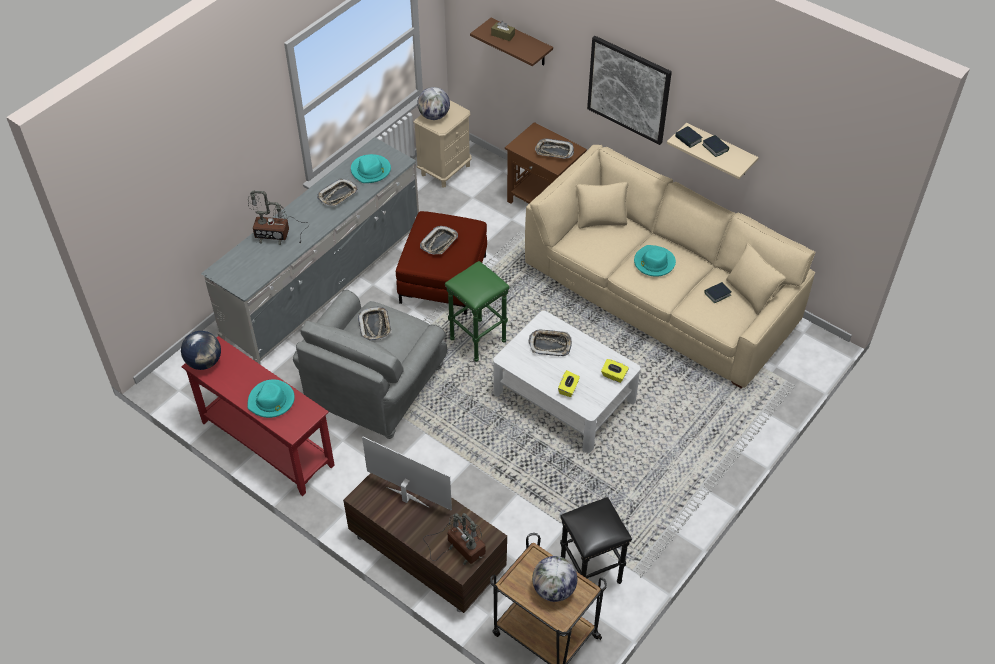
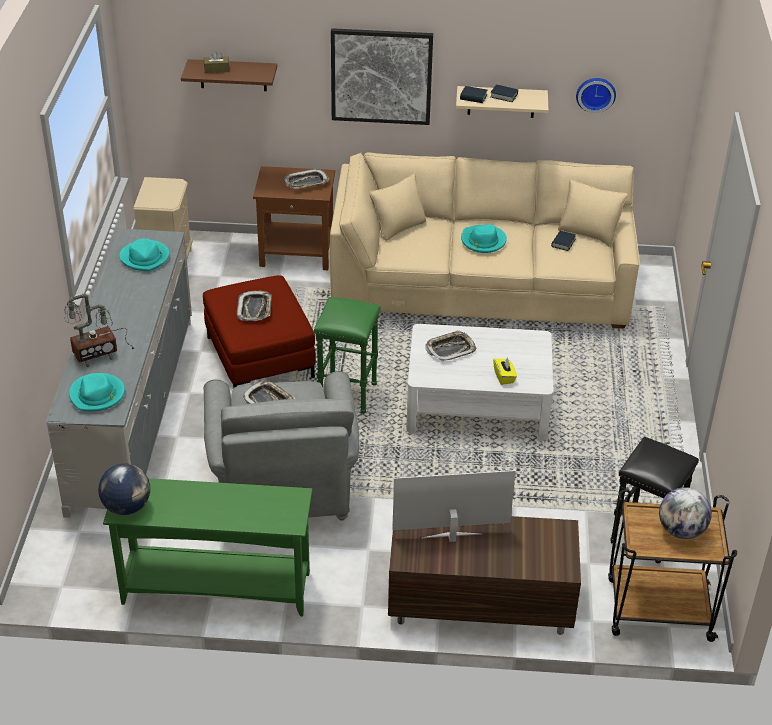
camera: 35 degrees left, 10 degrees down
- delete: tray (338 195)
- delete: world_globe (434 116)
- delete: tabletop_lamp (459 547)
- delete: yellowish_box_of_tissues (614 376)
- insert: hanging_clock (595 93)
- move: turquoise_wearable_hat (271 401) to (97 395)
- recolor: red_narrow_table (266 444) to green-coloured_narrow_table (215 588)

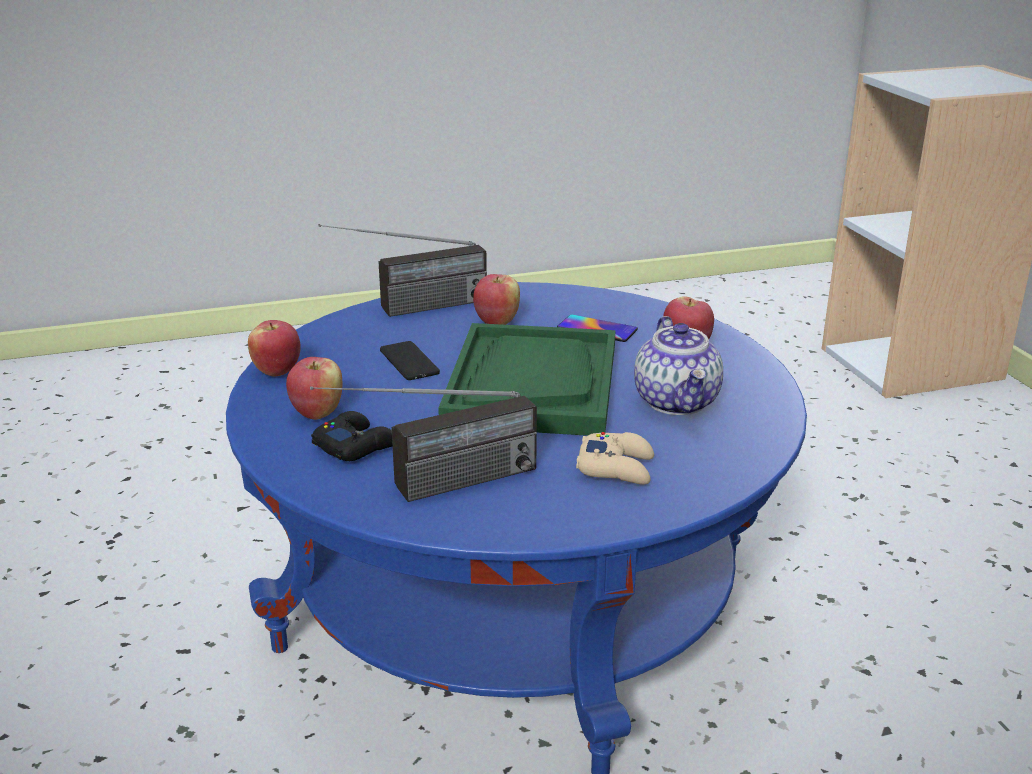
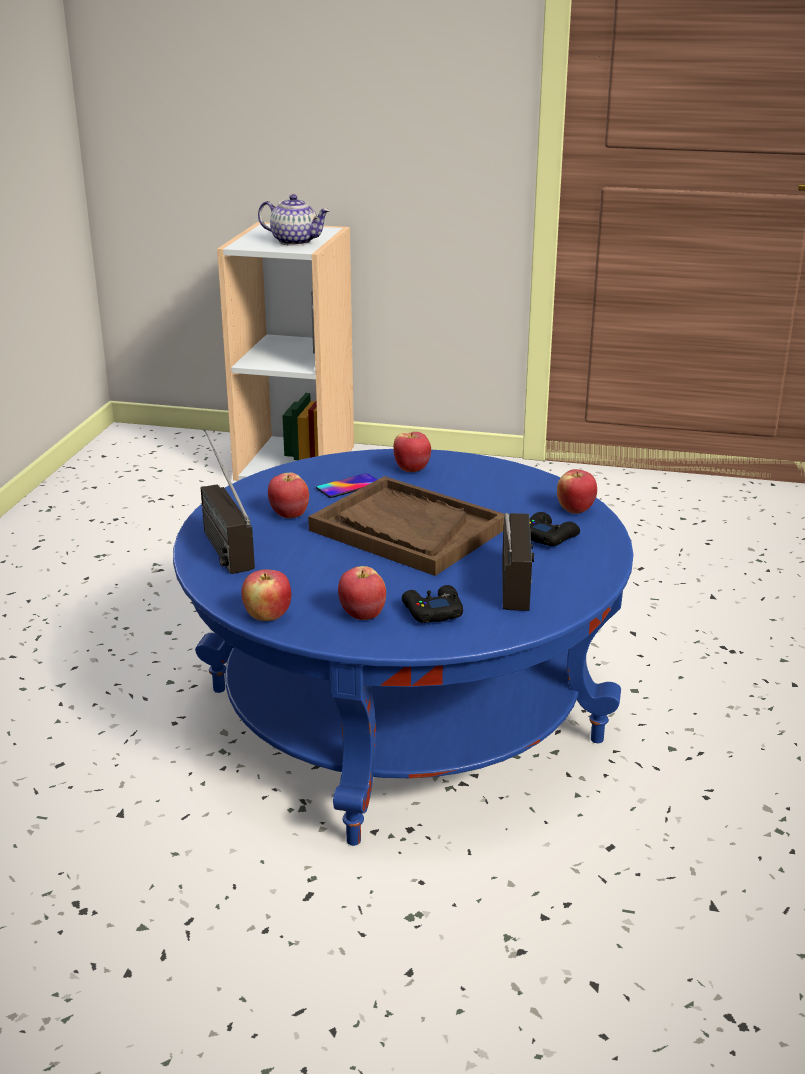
camera: 60 degrees left, 0 degrees up
- delete: telephone (409 362)
- insert: apple (575 510)
- move: teapot (678 402) to (295 241)
- recolor: green-coloured_tray (532 383) to brownish_tray (407 529)
- recolor: beige-coloured_game_controller (616 467) to black_game_controller (548 536)
- rotate: radio_receiver (408 309) = (218 539) 150 degrees clockwise

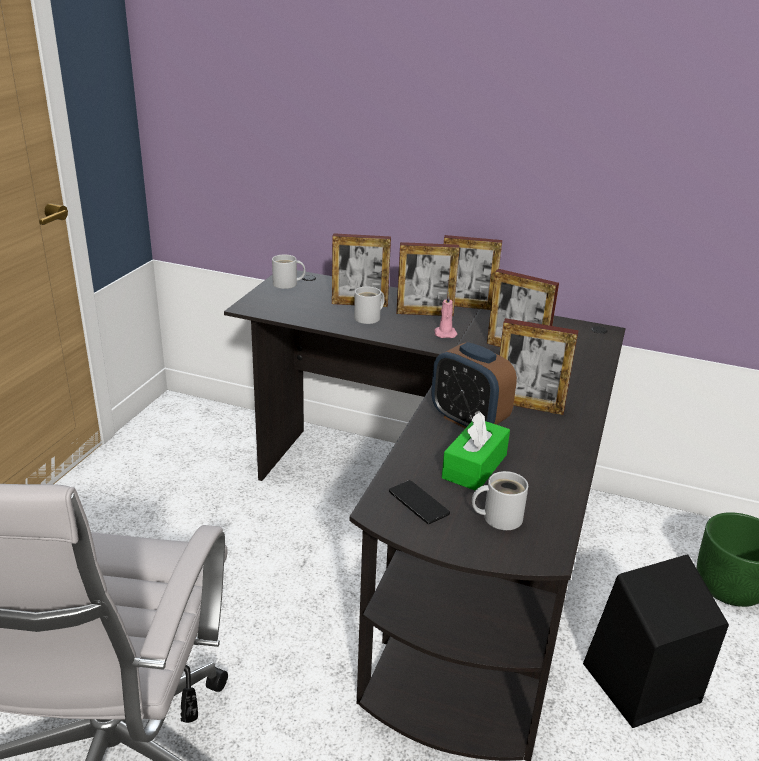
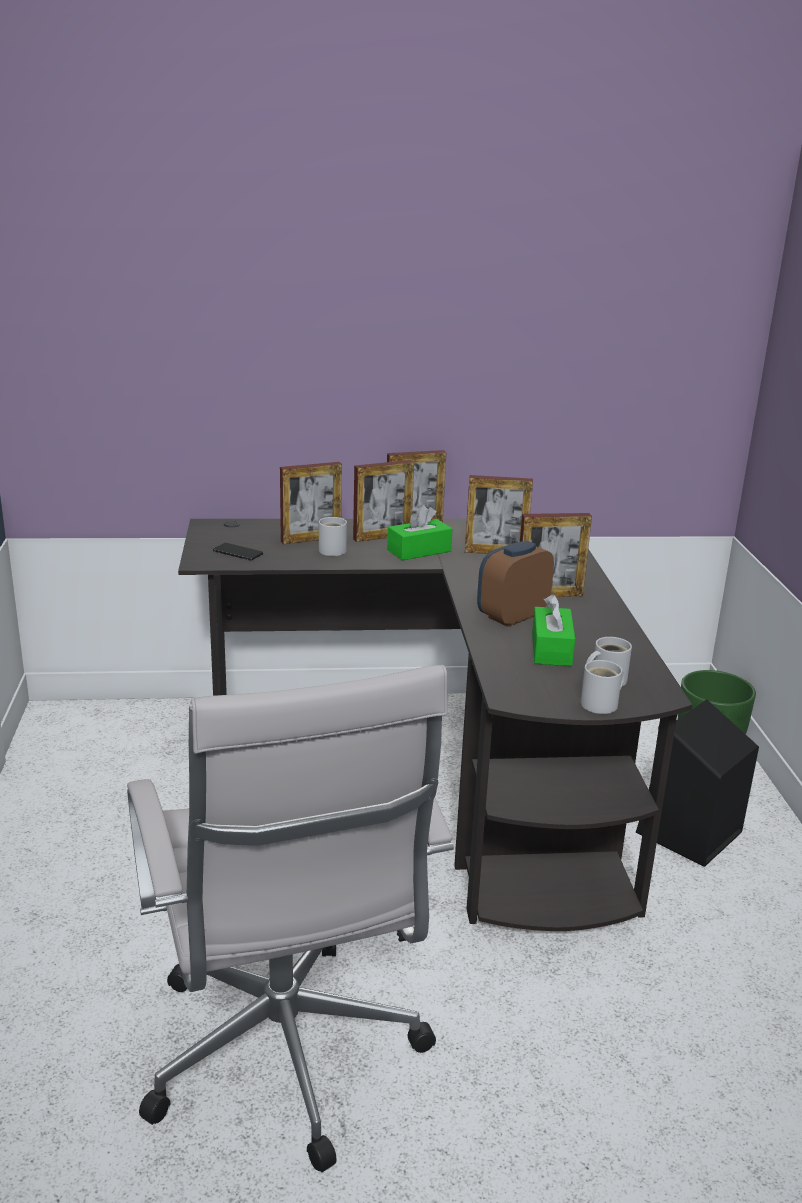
camera: 25 degrees left, 5 degrees down
- move: white-coloured_coffee_mug (287 284) to (602 704)
- move: telephone (418 503) to (238 552)
- replace: pink_candle (444 333) to green-coloured_box_of_tissues (419 551)
- rotate: table_clock (468 421) = (512 616) 120 degrees clockwise

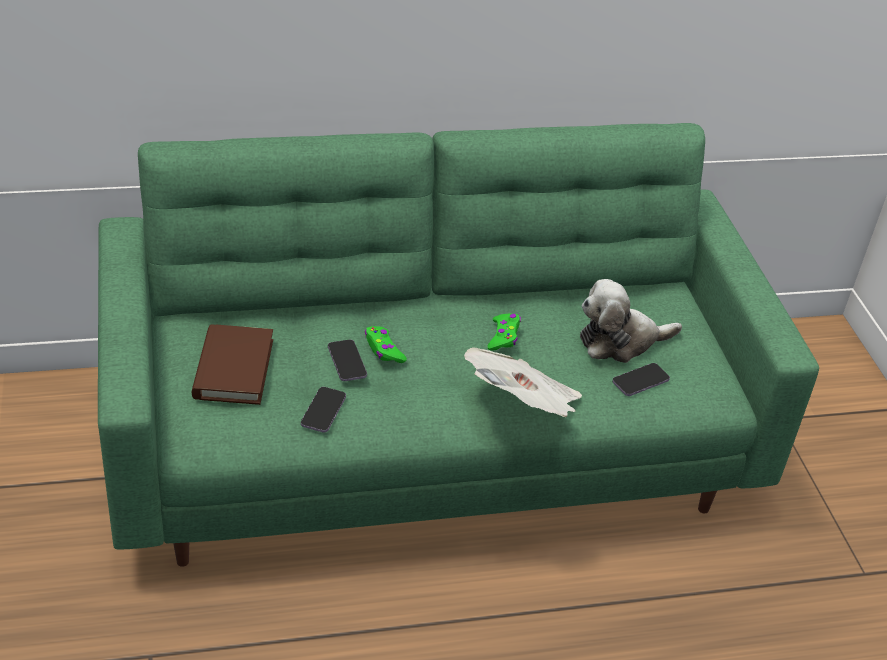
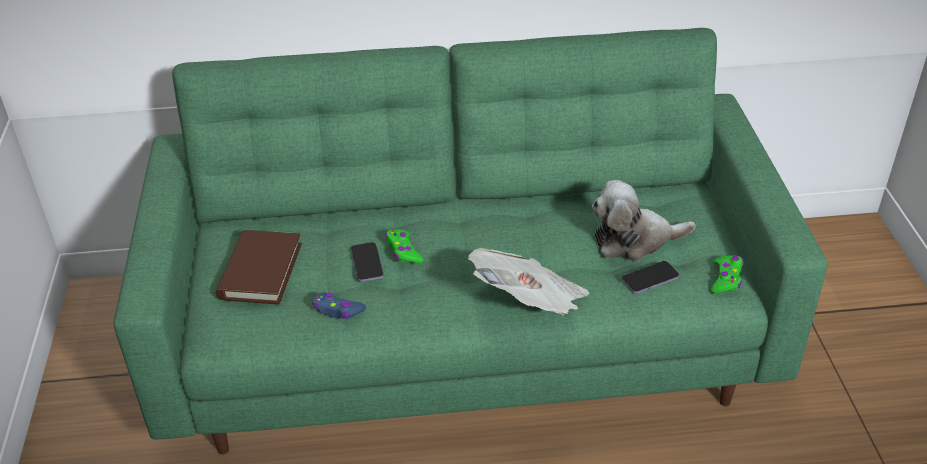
camera: 10 degrees right, 0 degrees up
- move: green-coloured_game_controller (503 336) to (726 279)
- replace: telephone (323 411) to blue_game_controller (337 310)

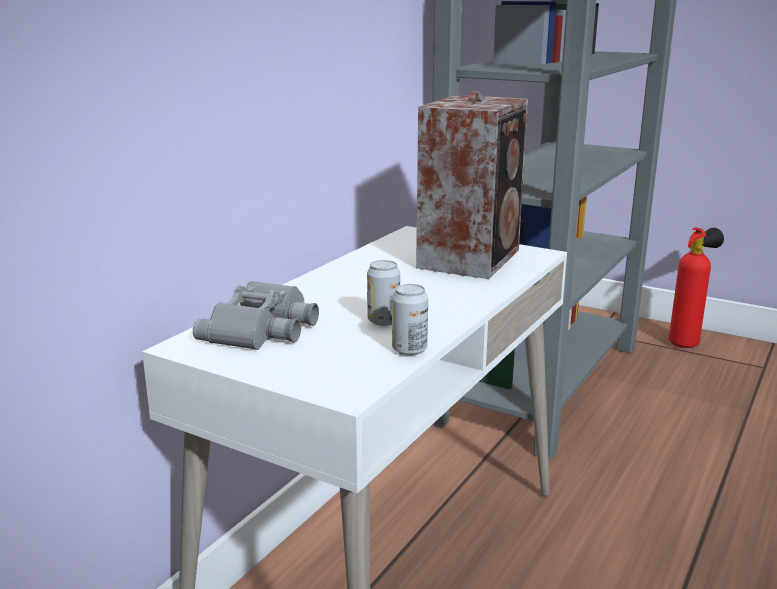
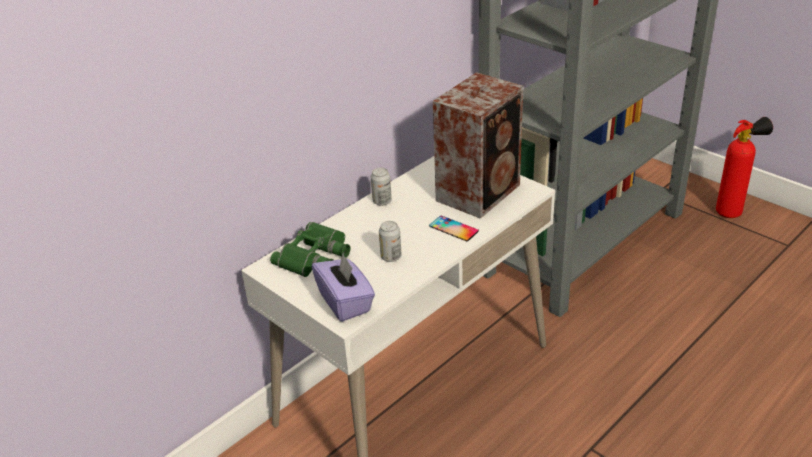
camera: 15 degrees right, 15 degrees up
- insert: purple_box_of_tissues (345 302)
- insert: telephone (453 228)
- move: sealed_can (409 350) to (382 201)
- recolor: gray_field_glasses (264 328) to green-coloured_field_glasses (315 256)

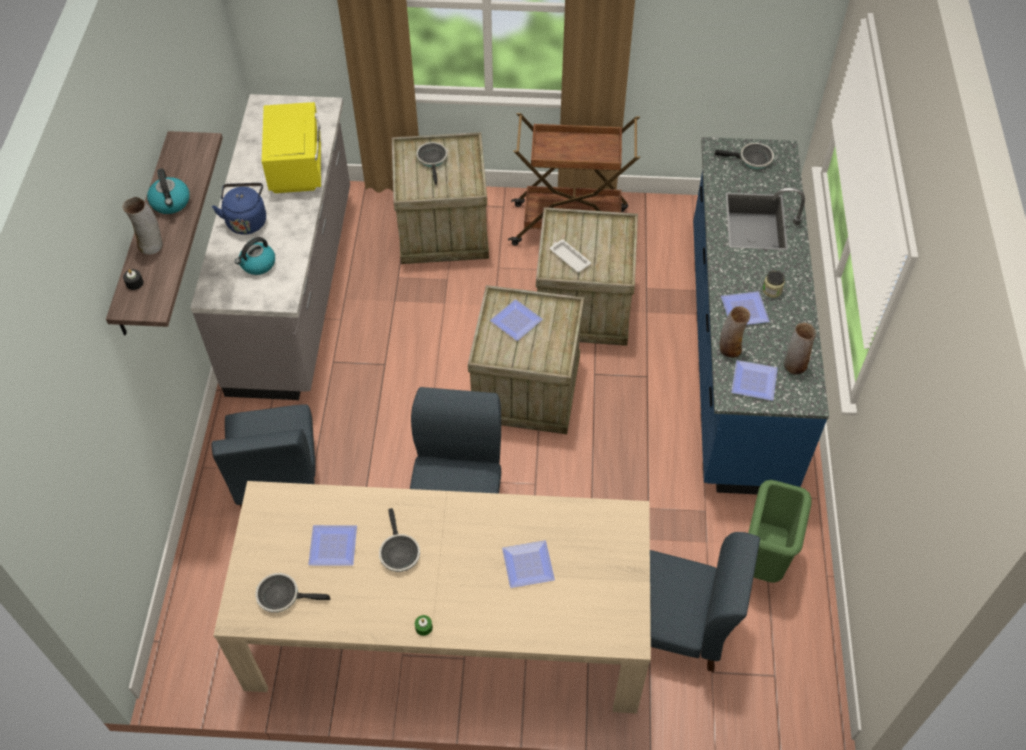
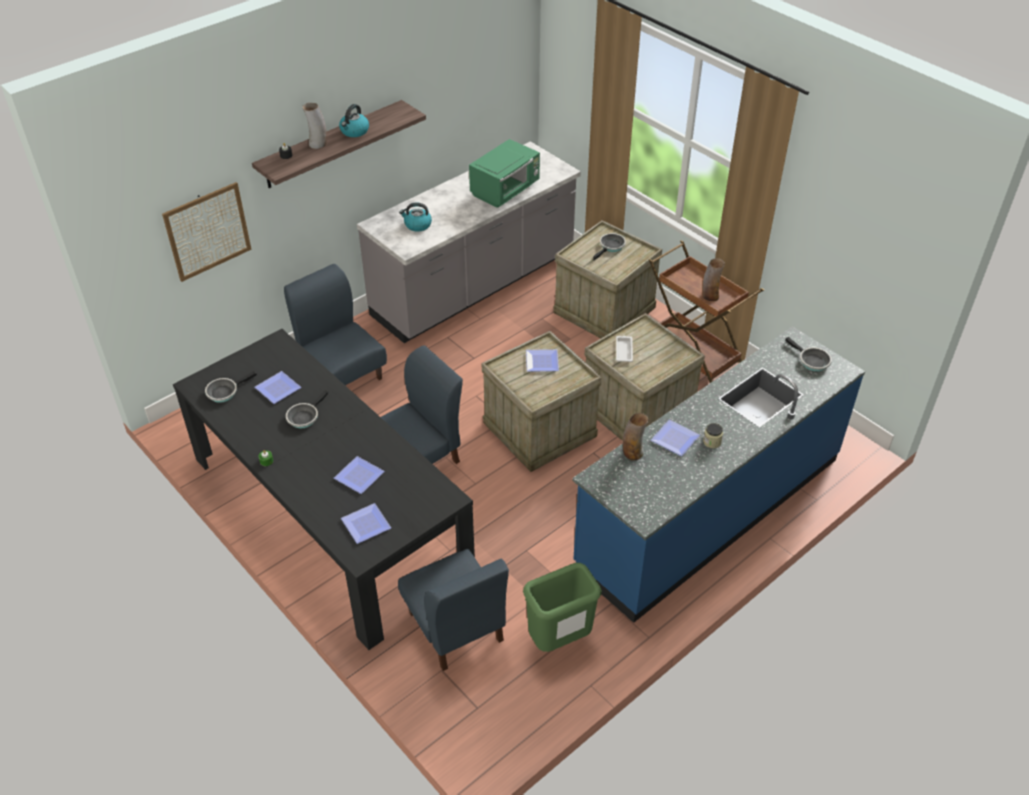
camera: 45 degrees right, 10 degrees down
- delete: blue_tea_kettle (246 220)
- insert: picture (207 230)
- move: dinner_plate (755 381) to (368 525)
- move: flower_vase (794 366) to (710 296)
- recolor: beige-coloured_dinner_table (446 626) to black_dinner_table (329 514)
- recolor: yellowish_kitchen_microwave (297 165) to green-coloured_kitchen_microwave (506 190)
- rotate: blue_chair (277 479) = (342 373) 105 degrees clockwise
- rotate: skillet (282 596) = (224 392) 90 degrees counterclockwise

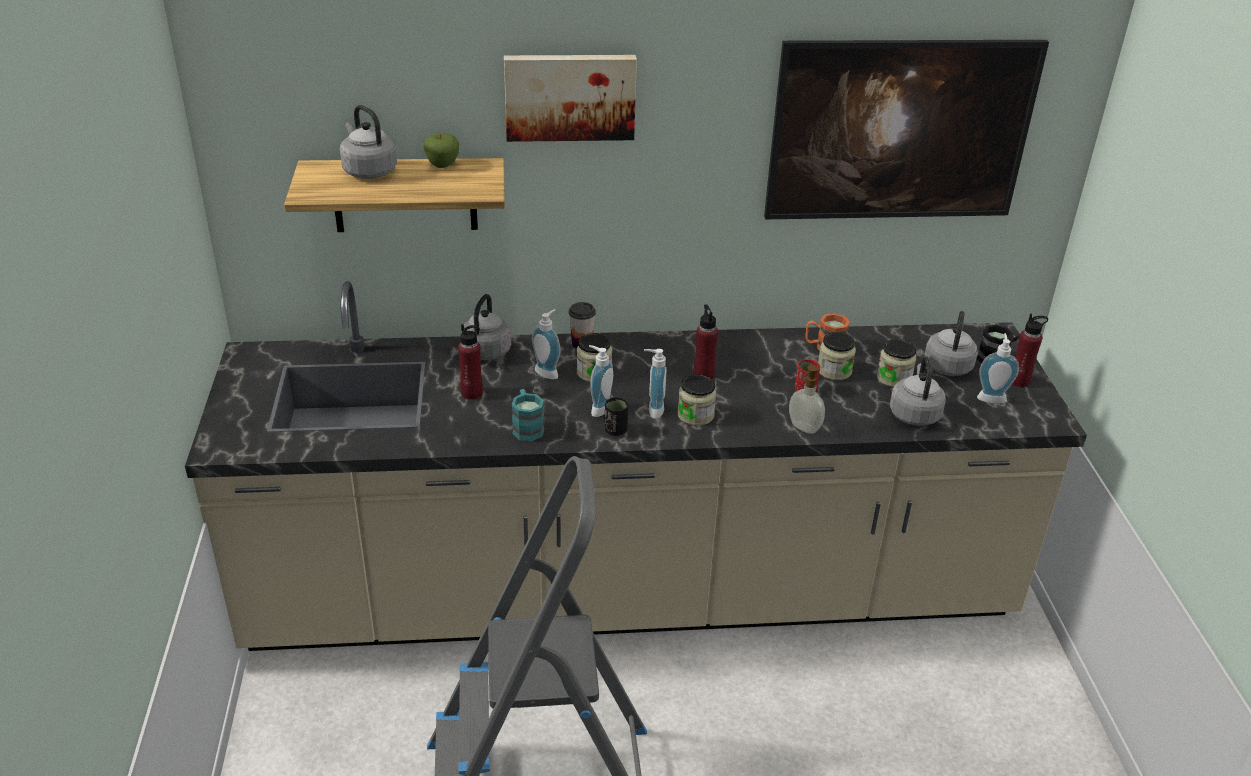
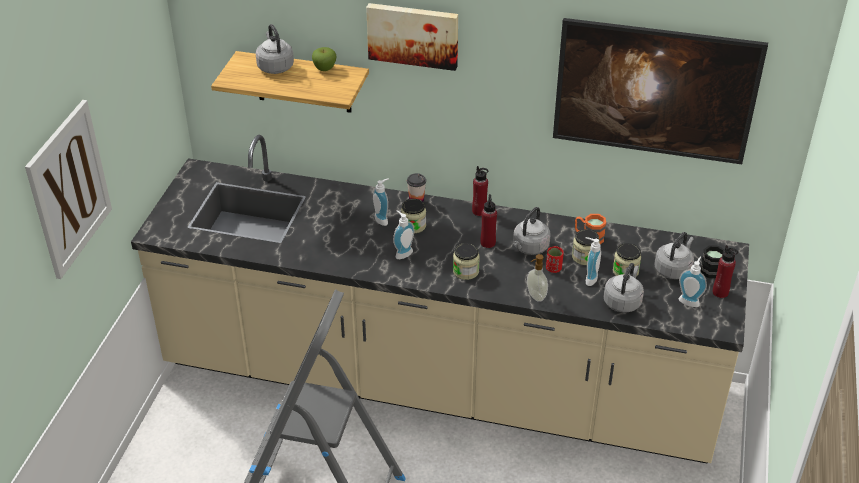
camera: 20 degrees right, 5 degrees up
- delete: turquoise_coffee_mug (527 427)
- delete: black_small_cup (615 430)
- insert: picture (69 189)
- move: red_drink_bottle (472 393) to (479 211)
- move: gray_tea_kettle (485 353) to (529 248)
- move: soap_dispenser (652 410) to (589 279)

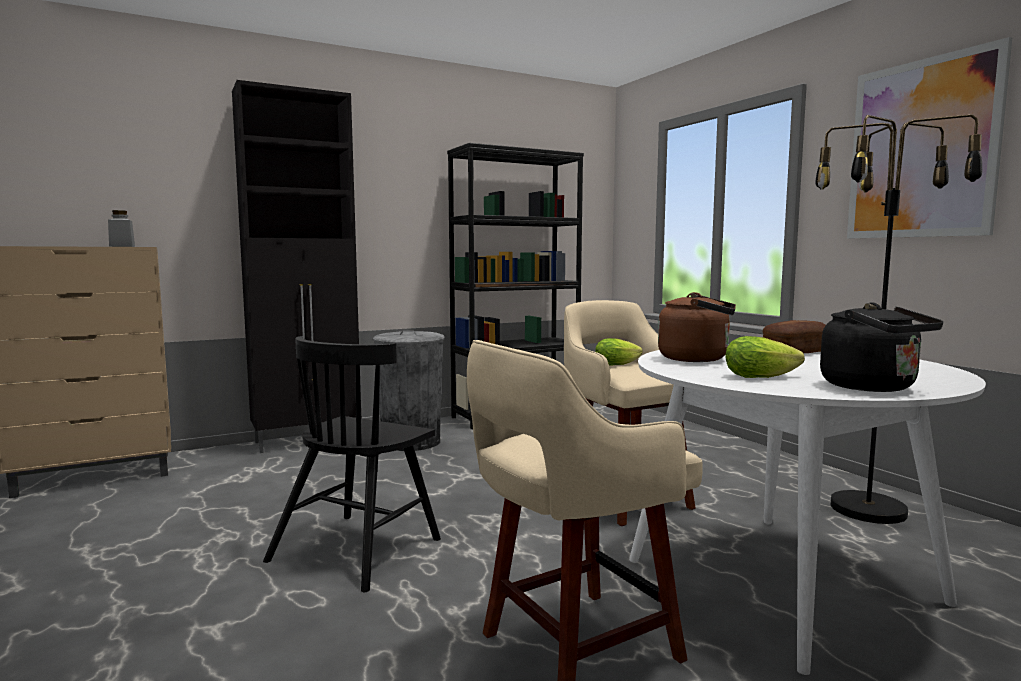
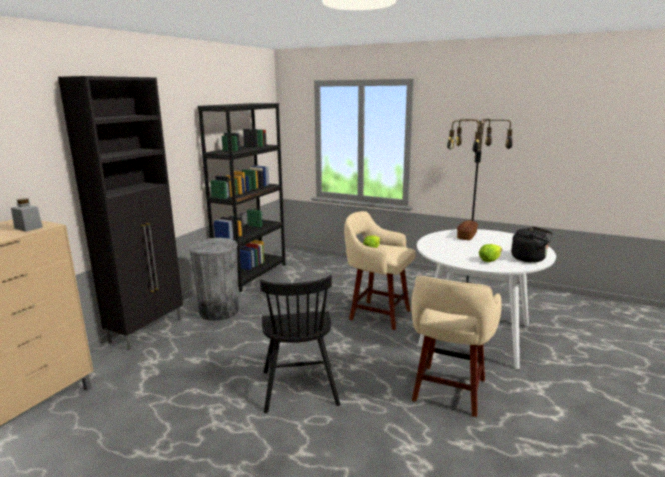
camera: 35 degrees left, 10 degrees up
- delete: brownish_tea_kettle (697 359)
- delete: picture (921 149)

